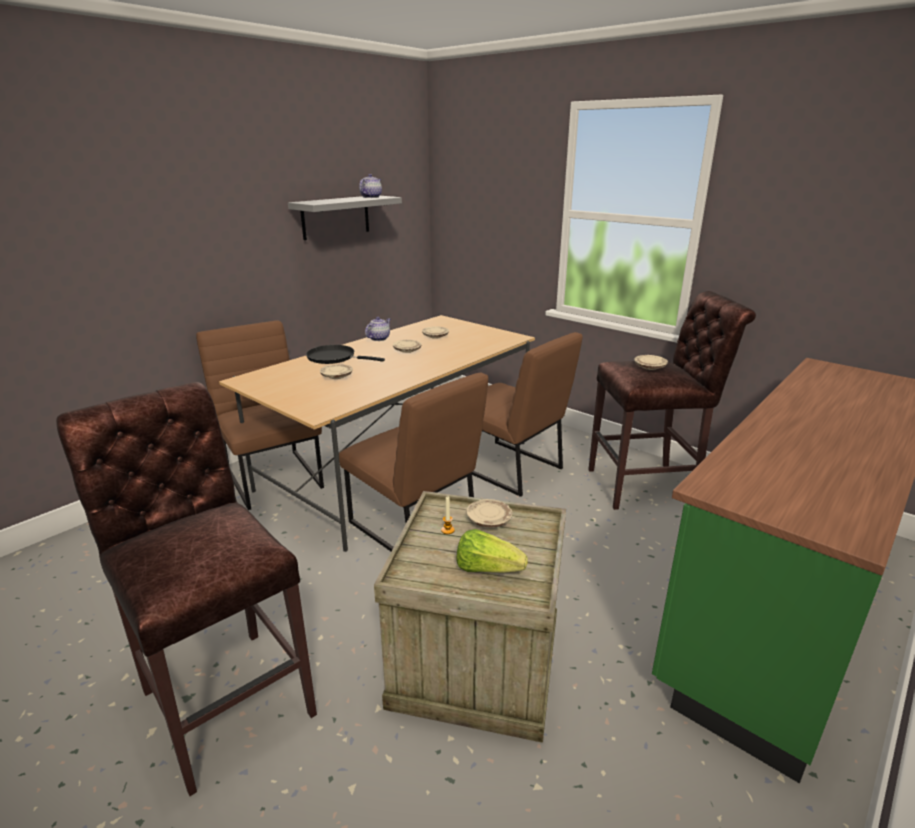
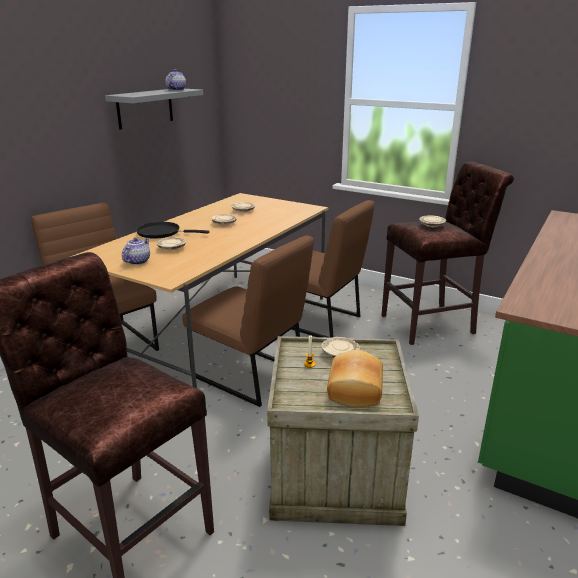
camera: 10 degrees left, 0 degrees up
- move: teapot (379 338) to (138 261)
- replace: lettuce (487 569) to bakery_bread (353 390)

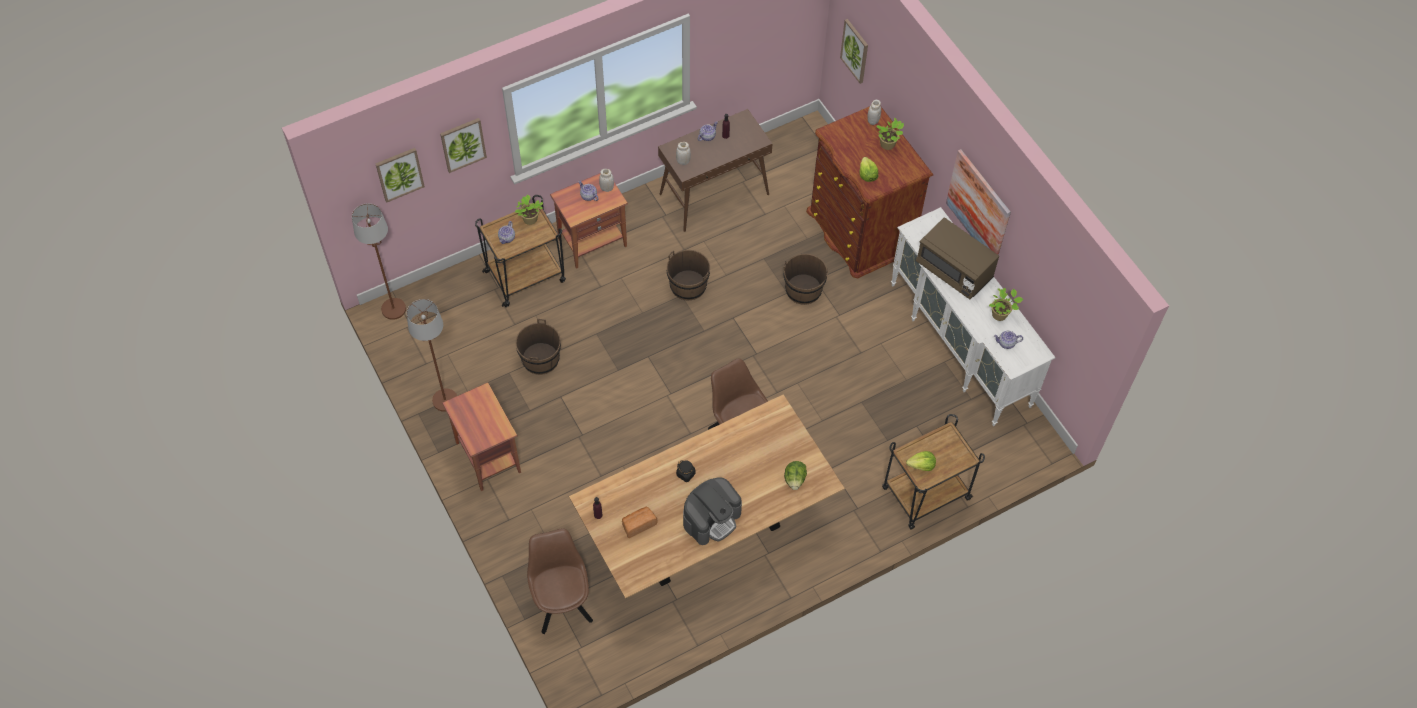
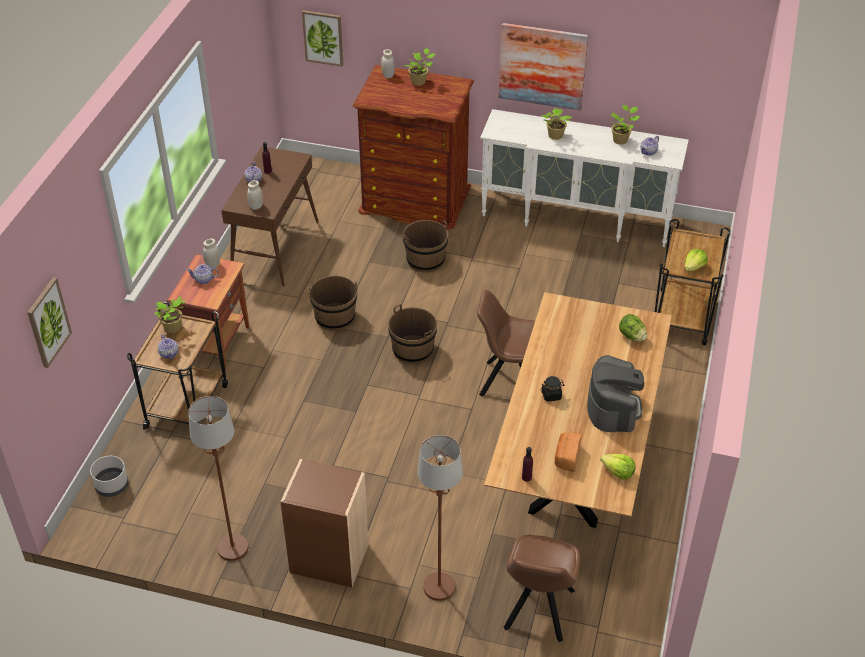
camera: 45 degrees left, 15 degrees down
- delete: picture (463 144)
- insert: gray_planter (111 485)
- move: brownish_standard_lamp (393 309) to (439 587)
- move: brownish_water_bucket (540 359) to (413 350)
- move: lettuce (867 175) to (618 472)
- replace: nightstand (487 457) to brownish_bookshelf (328 558)
- replace: brownish_kitchen_microwave (954 270) to houseplant (554 136)
- rotate: brownish_chair (562 603) = (538 609) 105 degrees counterclockwise

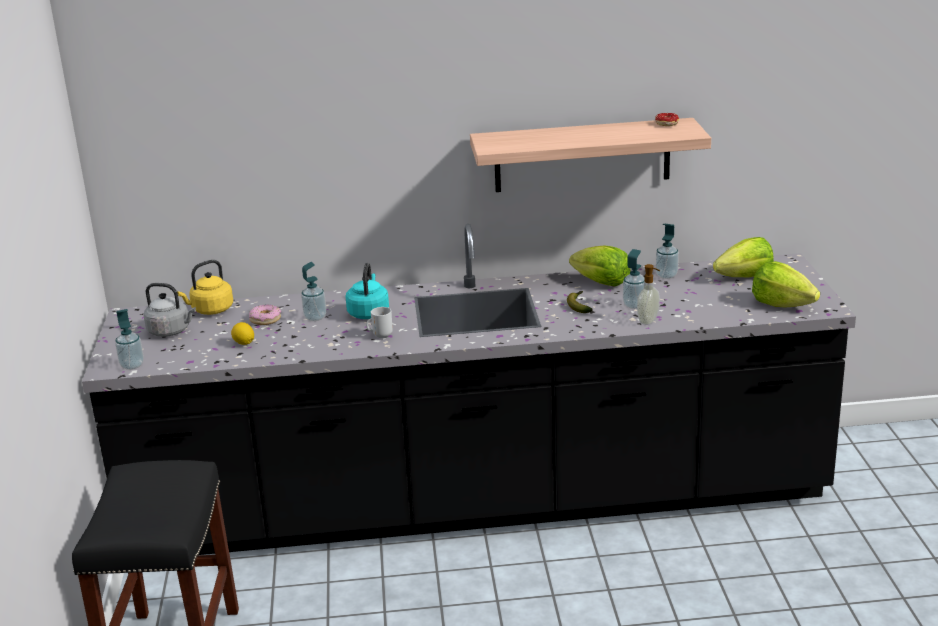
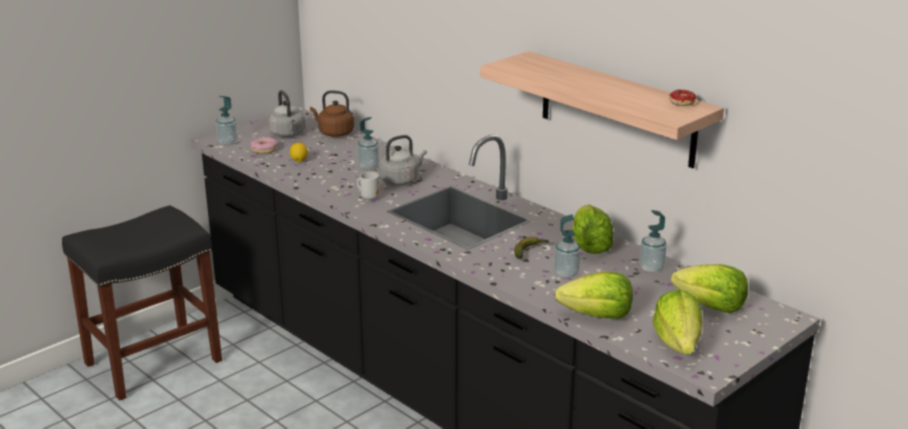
camera: 50 degrees right, 0 degrees up
- delete: soap_dispenser (649 321)
- insert: lettuce (597 316)
- move: doughnut (265 319) to (264 149)
- recolor: yellowish_tea_kettle (210 310) to brownish_tea_kettle (334 133)
- recolor: turquoise_tea_kettle (368 313) to gray_tea_kettle (401 180)

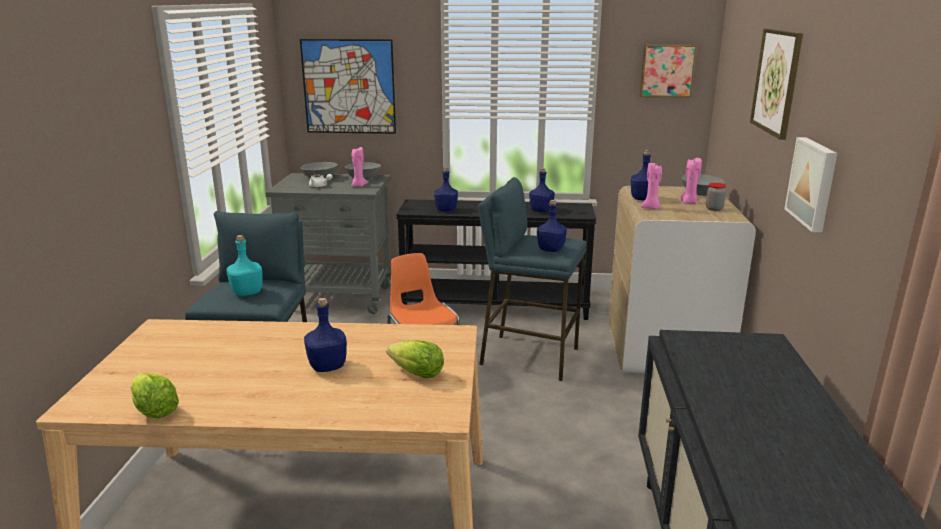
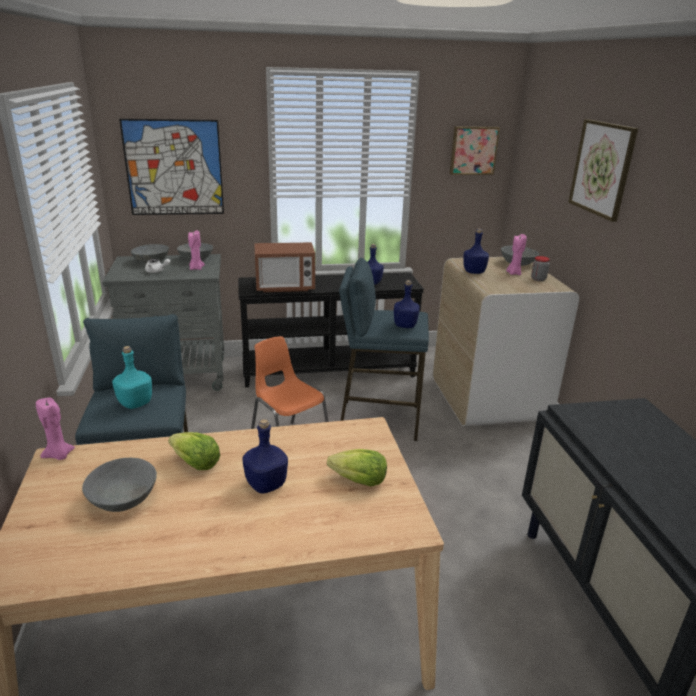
camera: 15 degrees left, 5 degrees up
- delete: picture (814 183)
- insert: gray_serving_bowl (123 499)
- move: lettuce (154 411) to (196 464)
- move: pink_candle (651 208) to (59 455)
- replace: blue_drink_bottle (446 210) to kitchen_microwave (285 287)

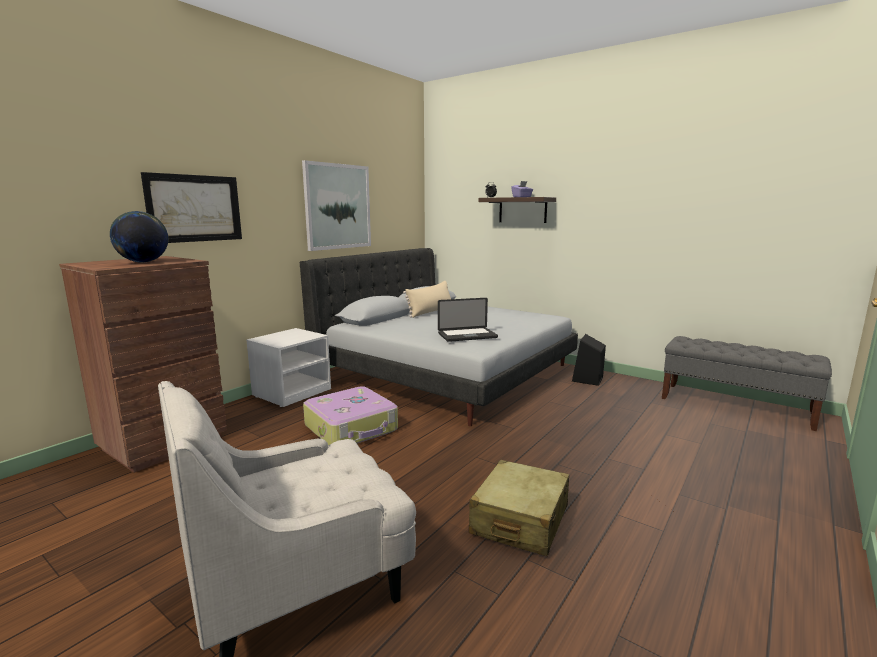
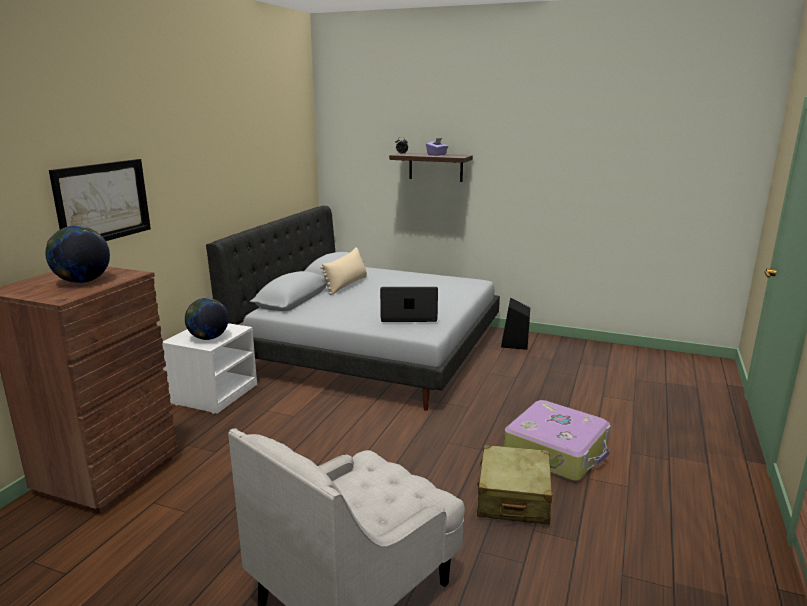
camera: 15 degrees left, 5 degrees up
- delete: picture (338 206)
- delete: gray_long_seat (736 406)
- insert: world_globe (208 338)
- move: travel_case (352 428) to (557 451)
- rotate: notebook_computer (467 336) = (408 316) 150 degrees counterclockwise

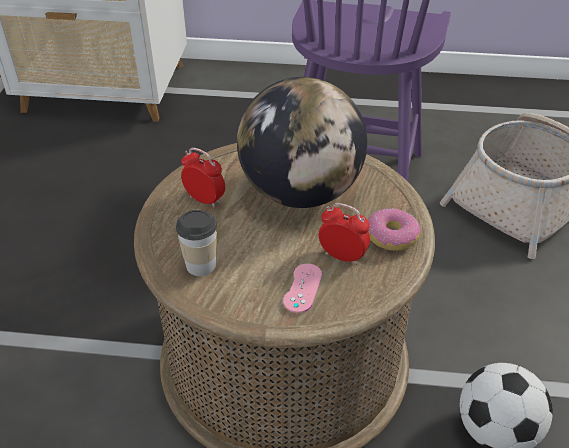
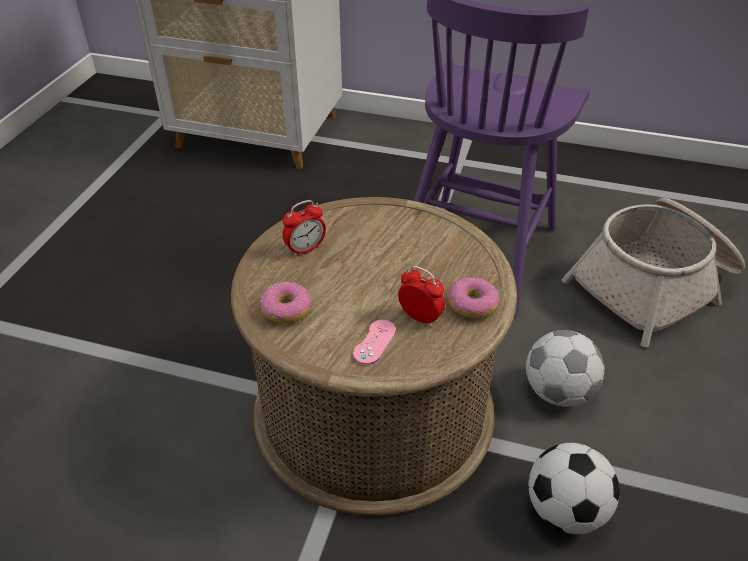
camera: 10 degrees right, 0 degrees up
- delete: world_globe (301 193)
- insert: football (557 391)
- replace: small_cup (201 265) to doughnut (286 309)
- rotate: table_clock (204 200) = (305 249) 105 degrees clockwise

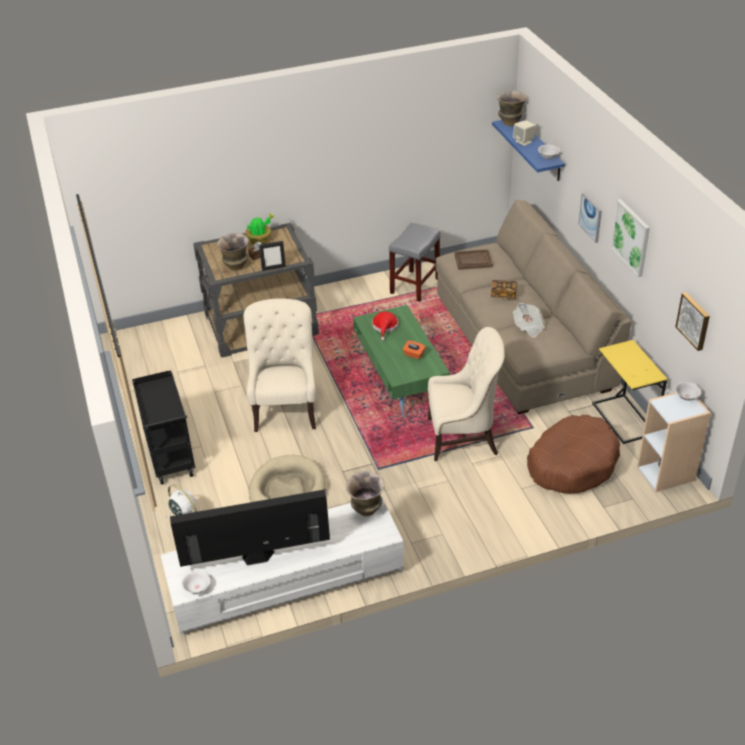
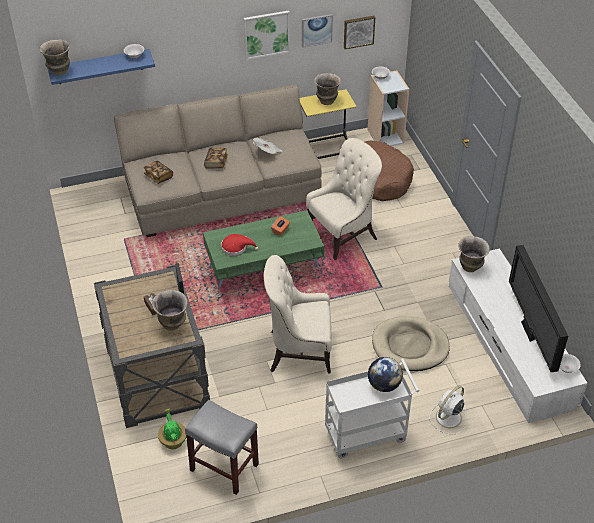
camera: 90 degrees left, 5 degrees up
- delete: beige-coloured_audio_speaker (523 141)
- insert: flower_vase (327 101)
- insert: world_globe (384 385)
- move: houseplant (260 241) to (173 440)
- move: gray_stool_seat (415 285) to (223 467)
- move: picture (591 217) to (316 30)
- replace: brownish_tray (473 260) to volume (158 176)
- recolor: black_wheeled_cart (171 459) to white-coloured_wheeled_cart (367 437)
- rotate: beige-coloured_armchair (463 437) = (343 234) 60 degrees clockwise

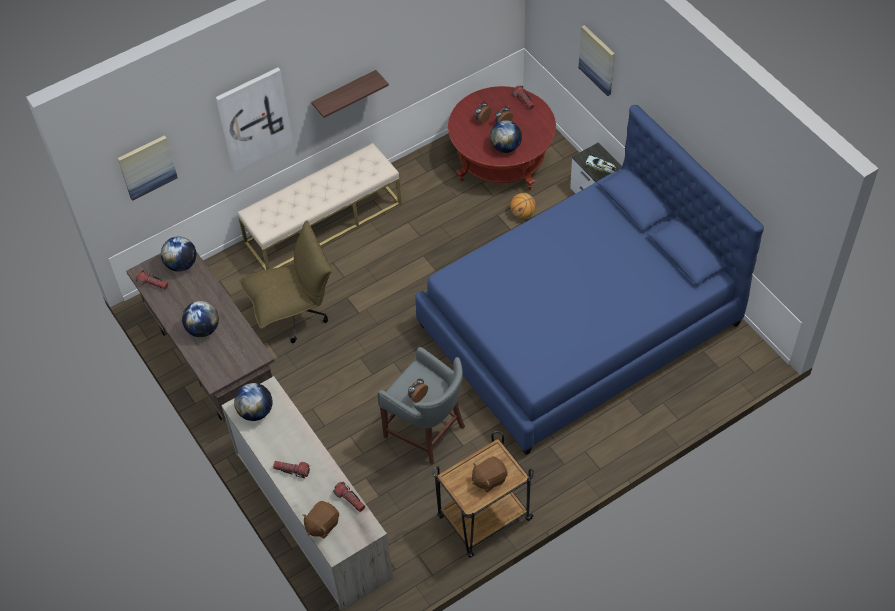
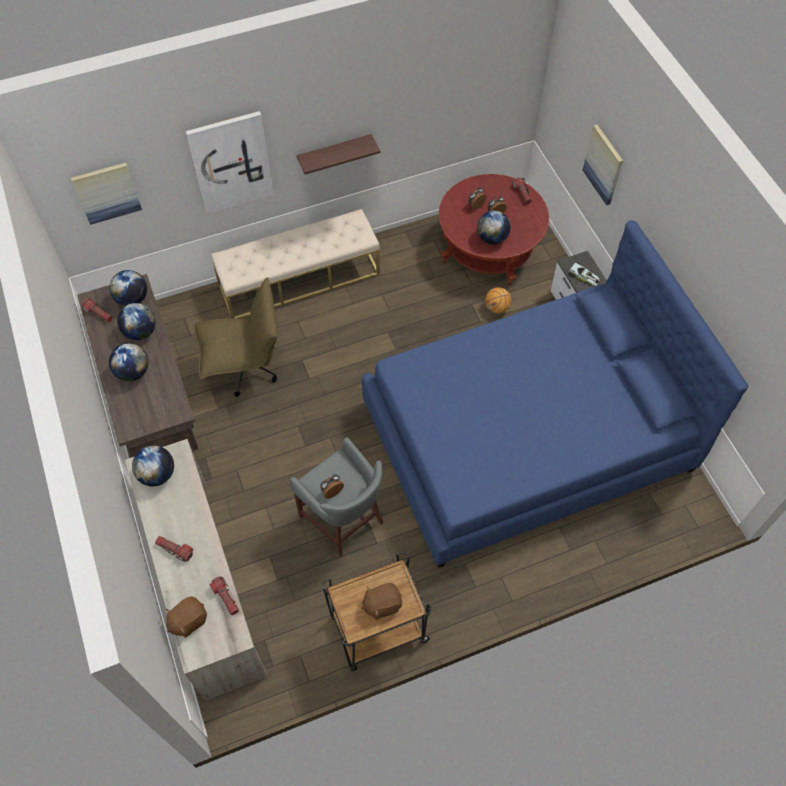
camera: 10 degrees right, 5 degrees up
- insert: world_globe (140 332)

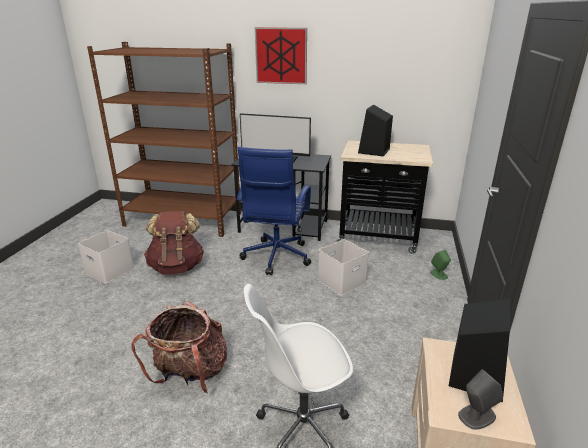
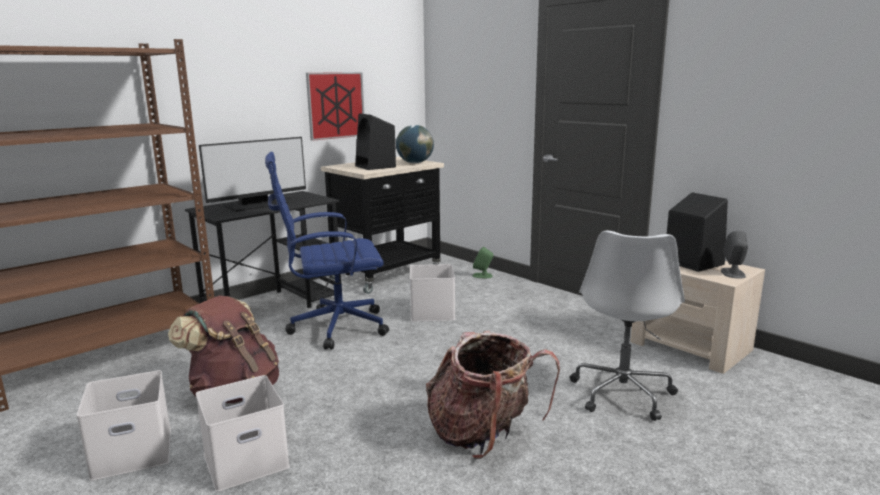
camera: 55 degrees left, 10 degrees down
- insert: white-coloured_storage_box (244 461)
- insert: world_globe (415 163)
- move: picture (281 56) to (336 105)
- rotate: blue_office_chair (276 258) = (333 328) 120 degrees clockwise

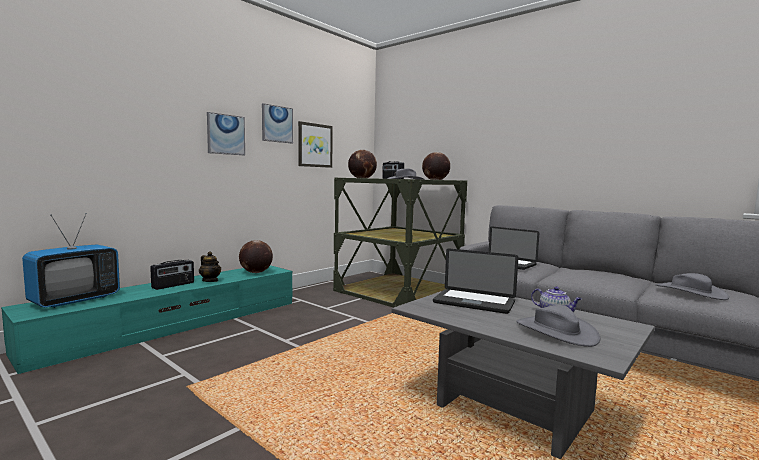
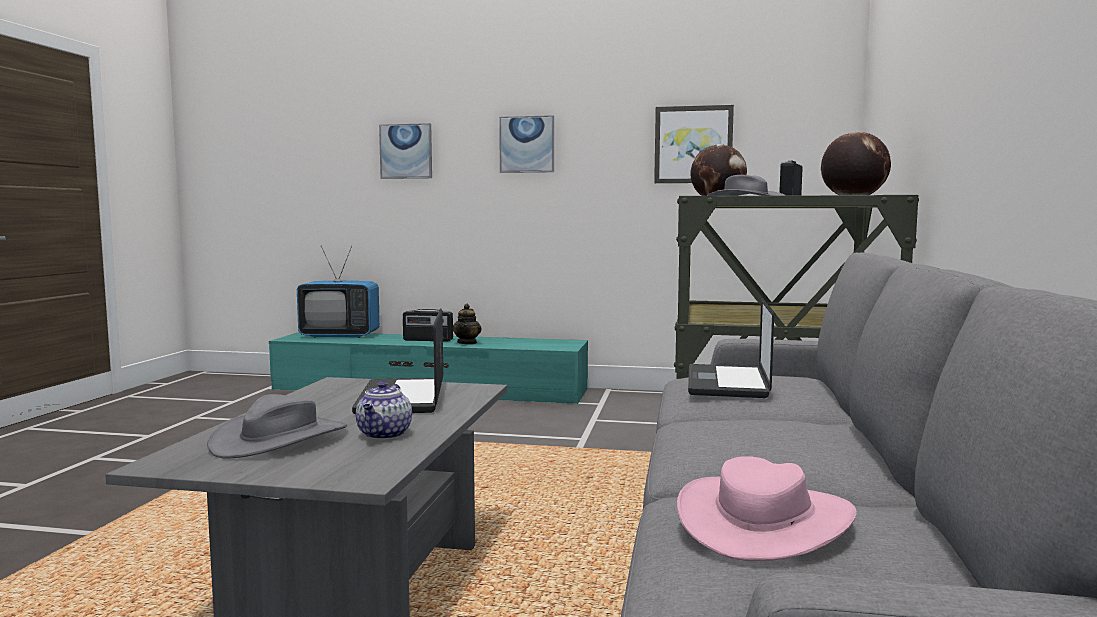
camera: 60 degrees right, 0 degrees up
- delete: world_globe (256 272)
- move: picture (277 124) to (406 151)
- recolor: gray_wearable_hat (690 292) to pink_wearable_hat (765 521)

